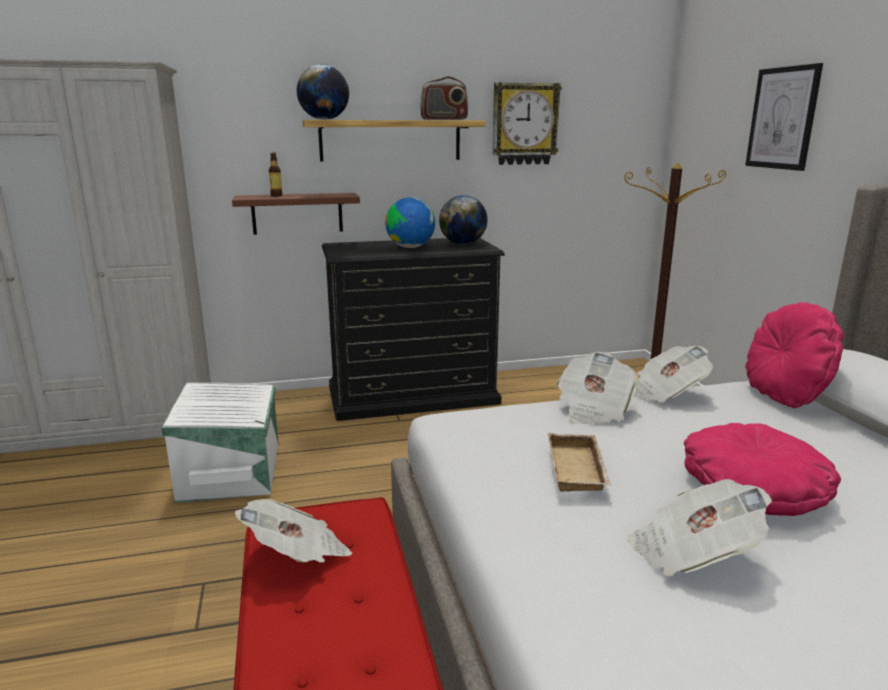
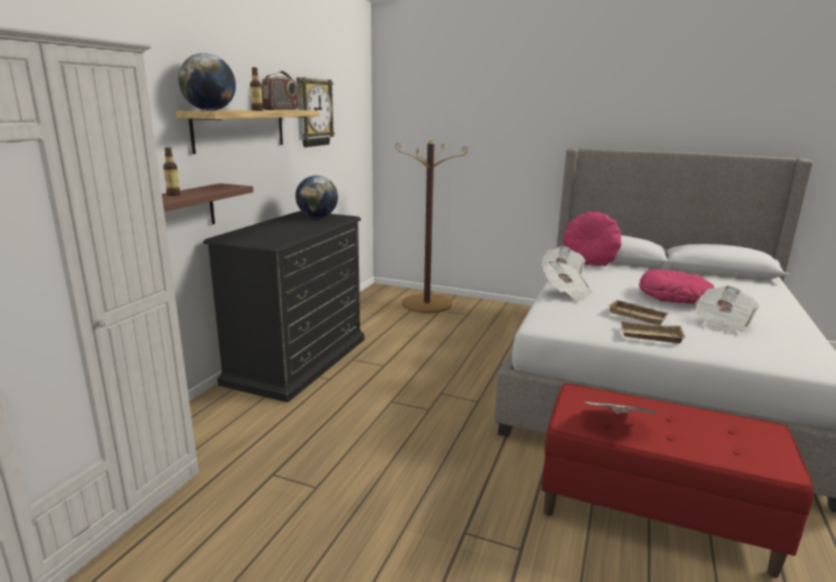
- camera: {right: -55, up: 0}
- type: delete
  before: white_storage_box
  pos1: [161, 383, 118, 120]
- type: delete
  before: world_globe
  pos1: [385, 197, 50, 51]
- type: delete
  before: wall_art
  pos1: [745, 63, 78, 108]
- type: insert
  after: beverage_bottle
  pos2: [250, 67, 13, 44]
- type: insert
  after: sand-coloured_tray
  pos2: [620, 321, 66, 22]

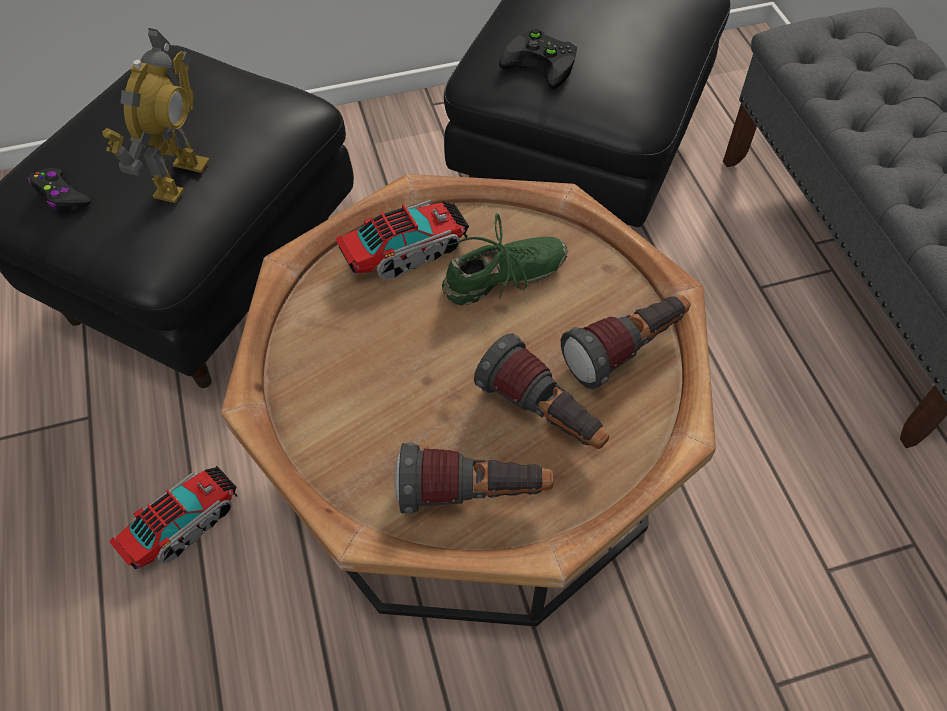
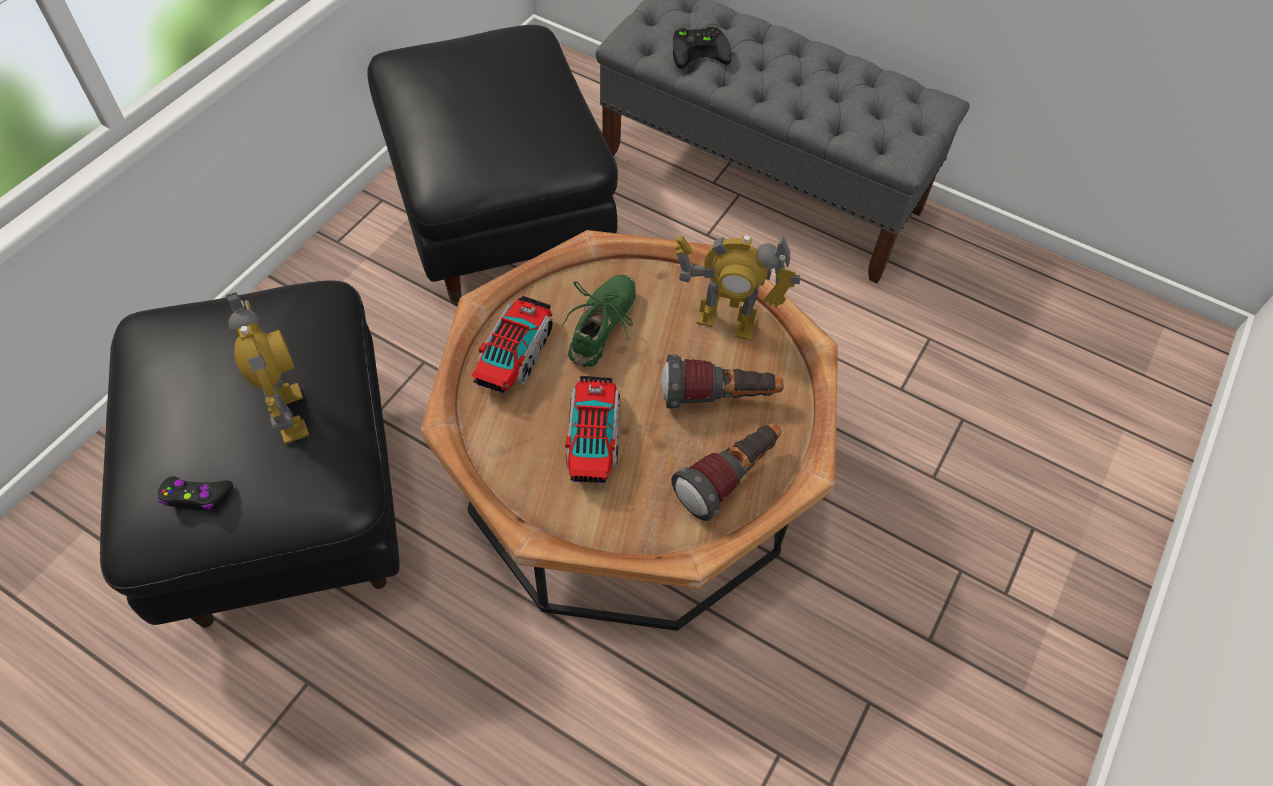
- camera: {right: -45, up: 0}
- type: move
  before: model_truck
  pos1: [110, 466, 127, 103]
  pos2: [565, 375, 55, 108]
- type: move
  before: blackish_joypad
  pos1: [499, 28, 78, 61]
  pos2: [673, 27, 58, 41]
- type: replace
  before: torch
  after: robot_figure
  pos1: [561, 295, 129, 95]
  pos2: [675, 235, 125, 106]

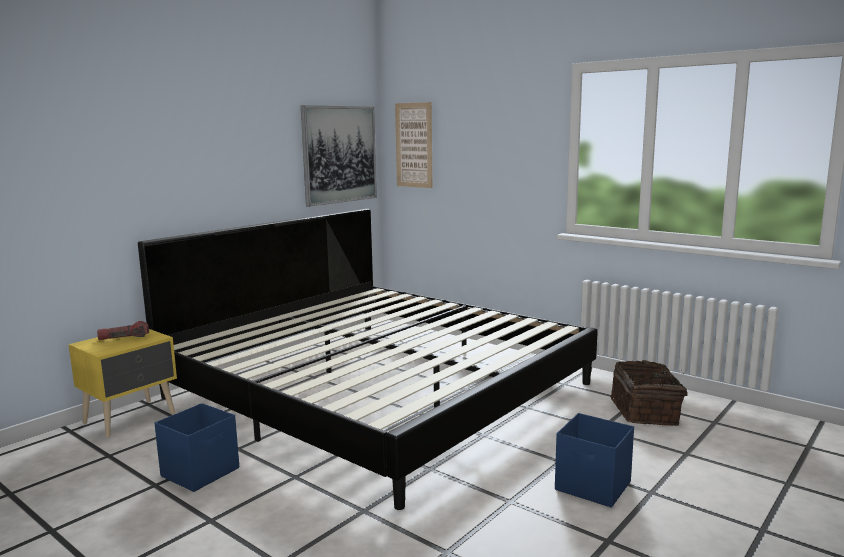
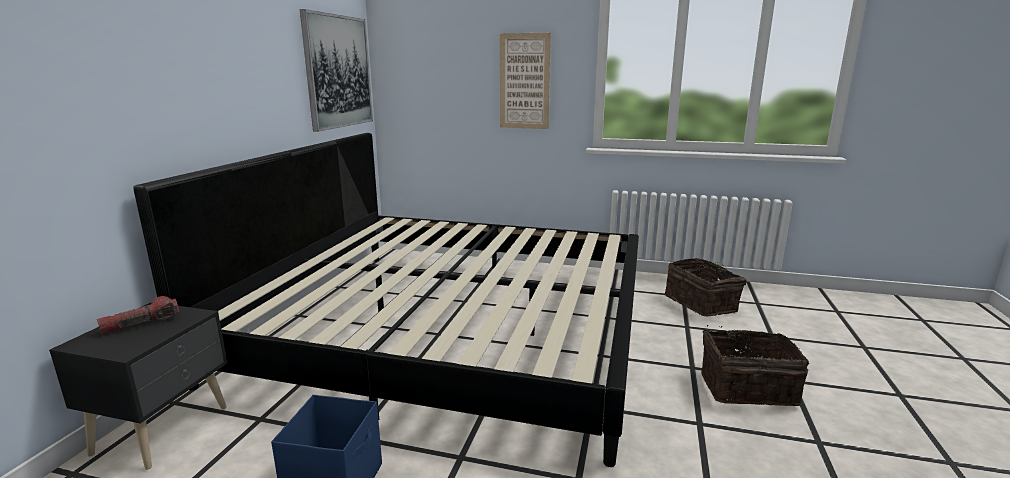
- camera: {right: -25, up: 5}
- type: move
  before: wall_art
  pos1: [395, 102, 37, 86]
  pos2: [500, 33, 51, 96]
- type: replace
  before: blue_storage_box
  after: household_basket
  pos1: [555, 413, 79, 95]
  pos2: [701, 325, 108, 81]
- type: recolor
  before: yellow_night_table
  after: blackish_night_table
  pos1: [68, 329, 109, 109]
  pos2: [49, 302, 179, 168]

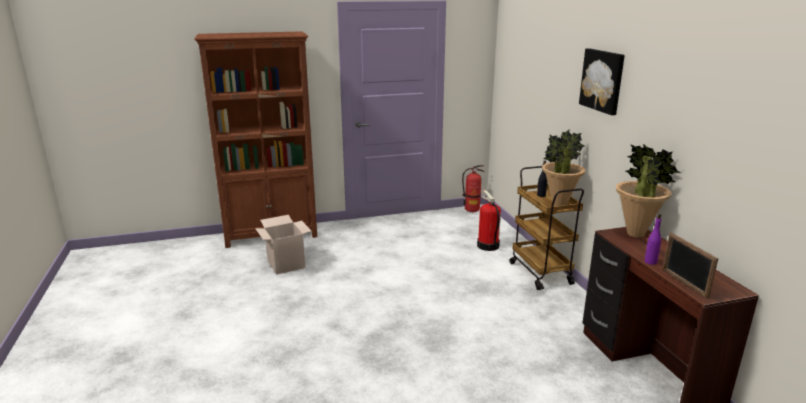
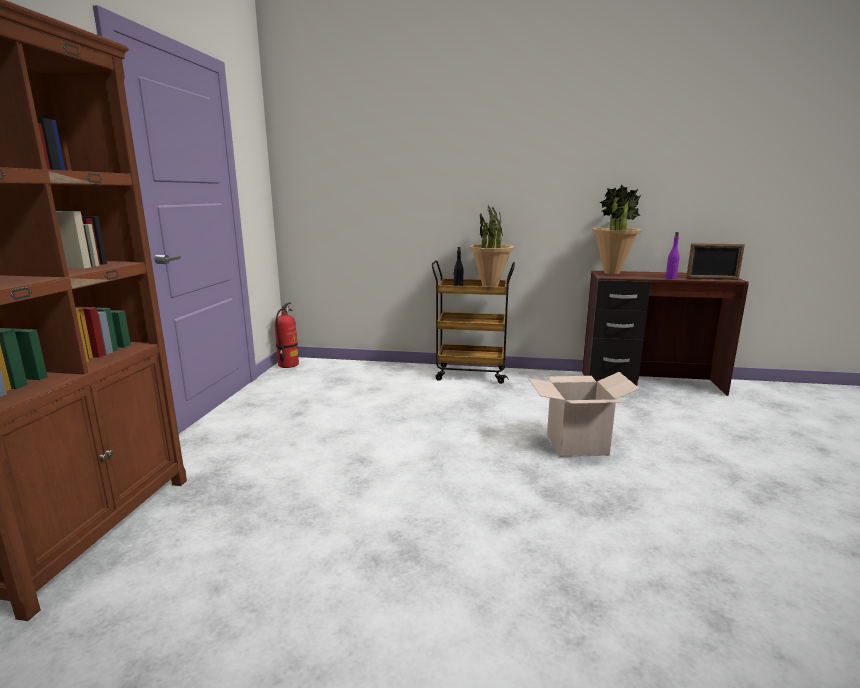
- camera: {right: -65, up: -5}
- type: delete
  before: extinguisher
  pos1: [477, 190, 24, 61]
- type: delete
  before: wall_art
  pos1: [579, 48, 46, 67]
- type: move
  before: carton
  pos1: [255, 215, 56, 60]
  pos2: [528, 372, 112, 85]

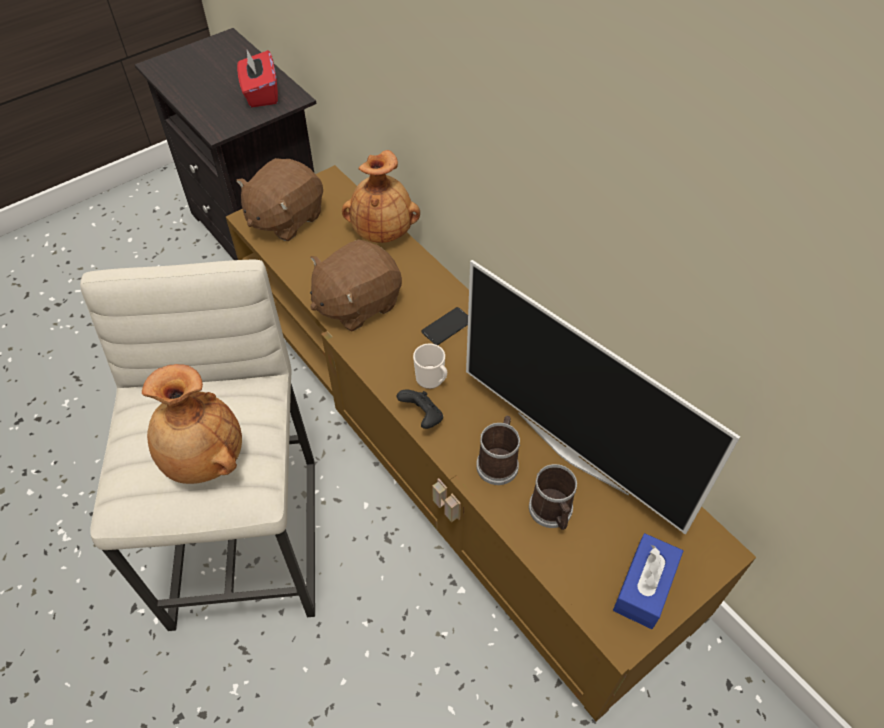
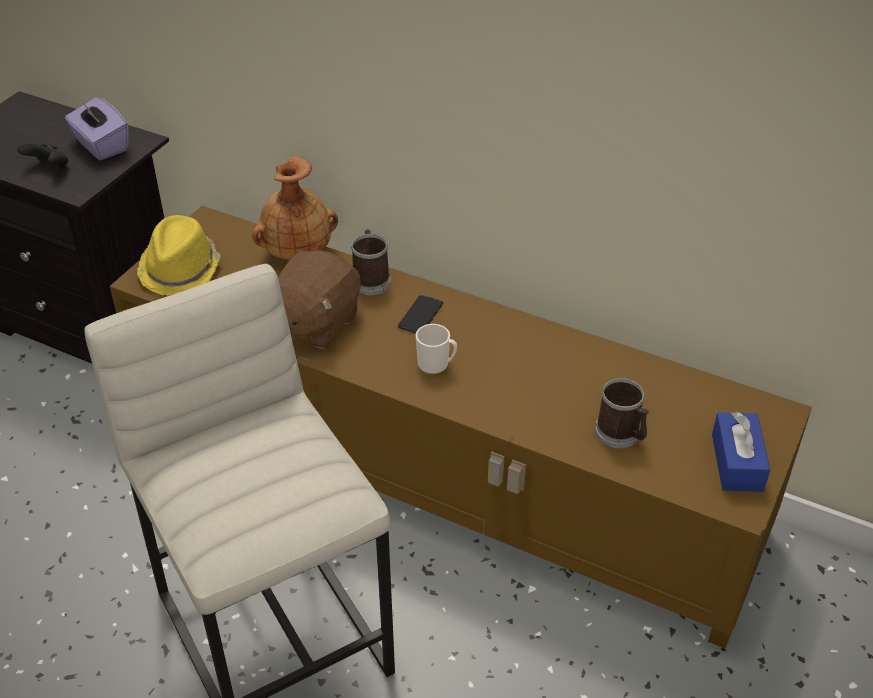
- camera: {right: -25, up: -10}
- type: delete
  before: brown-coloured_vase
  pos1: [142, 364, 100, 120]
- type: delete
  before: television
  pos1: [466, 260, 274, 275]
- type: move
  before: blackish_joypad
  pos1: [397, 390, 46, 39]
  pos2: [17, 143, 51, 26]
- type: move
  before: tea_mug
  pos1: [476, 416, 44, 69]
  pos2: [351, 229, 40, 66]
- type: replace
  before: brown-coloured_cuddly_toy
  after: yellow_clothing_hat
  pos1: [236, 158, 87, 83]
  pos2: [137, 215, 84, 81]
- type: recolor
  before: reddish_tissue_box
  after: purple_tissue_box
  pos1: [237, 50, 41, 57]
  pos2: [65, 97, 64, 63]

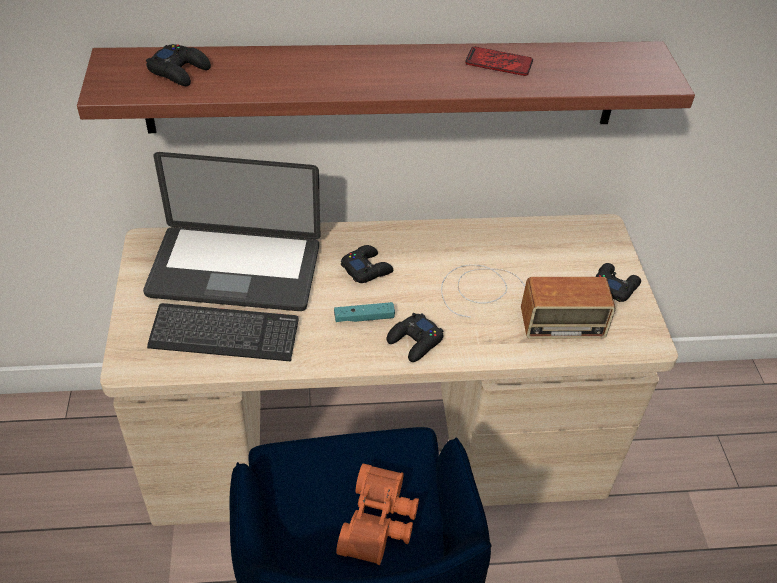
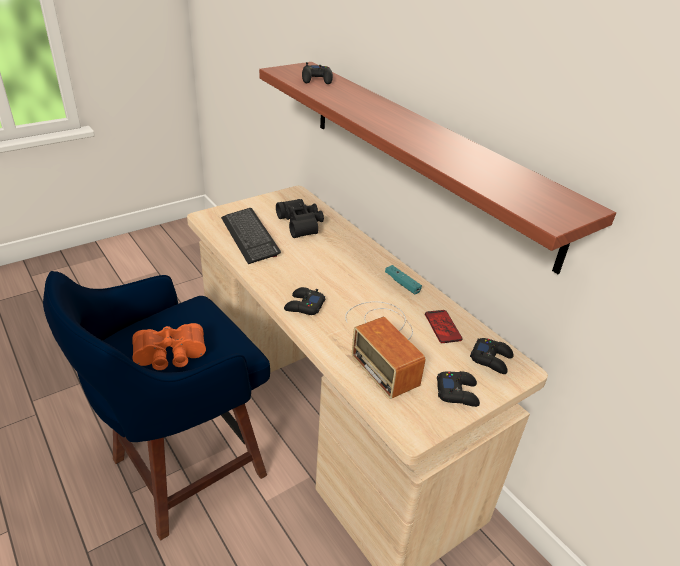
- camera: {right: 60, up: -10}
- type: move
  before: blue-green_joypad
  pos1: [334, 302, 61, 20]
  pos2: [385, 265, 37, 29]
- type: move
  before: blackish_joypad
  pos1: [341, 245, 52, 38]
  pos2: [470, 338, 43, 36]
- type: move
  before: telephone
  pos1: [465, 47, 68, 29]
  pos2: [425, 310, 38, 33]
- type: replace
  before: laptop
  after: blackish_pair_of_binoculars
  pos1: [143, 152, 177, 159]
  pos2: [276, 199, 48, 39]

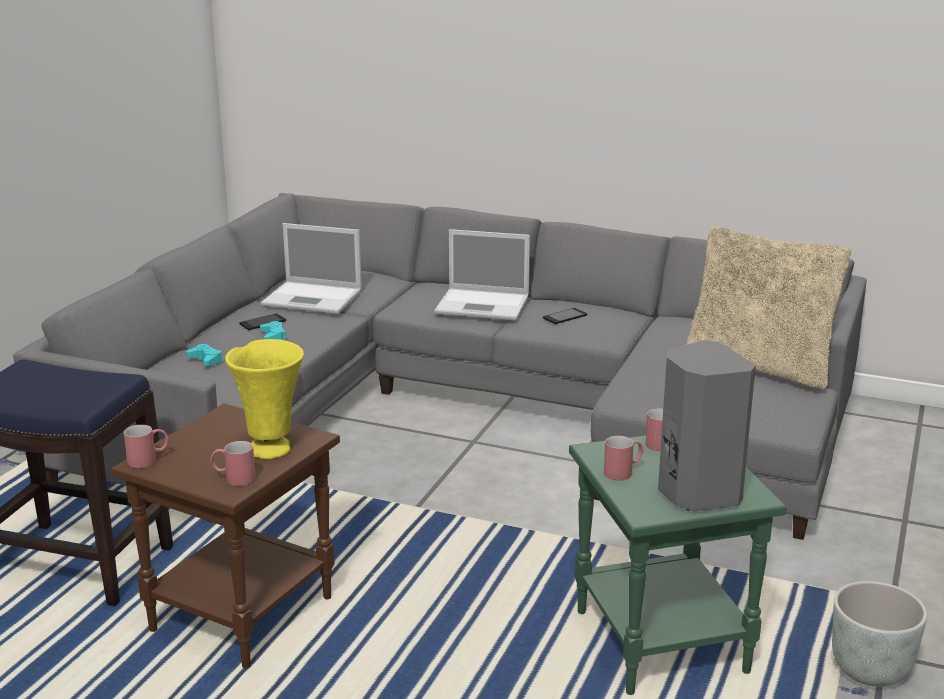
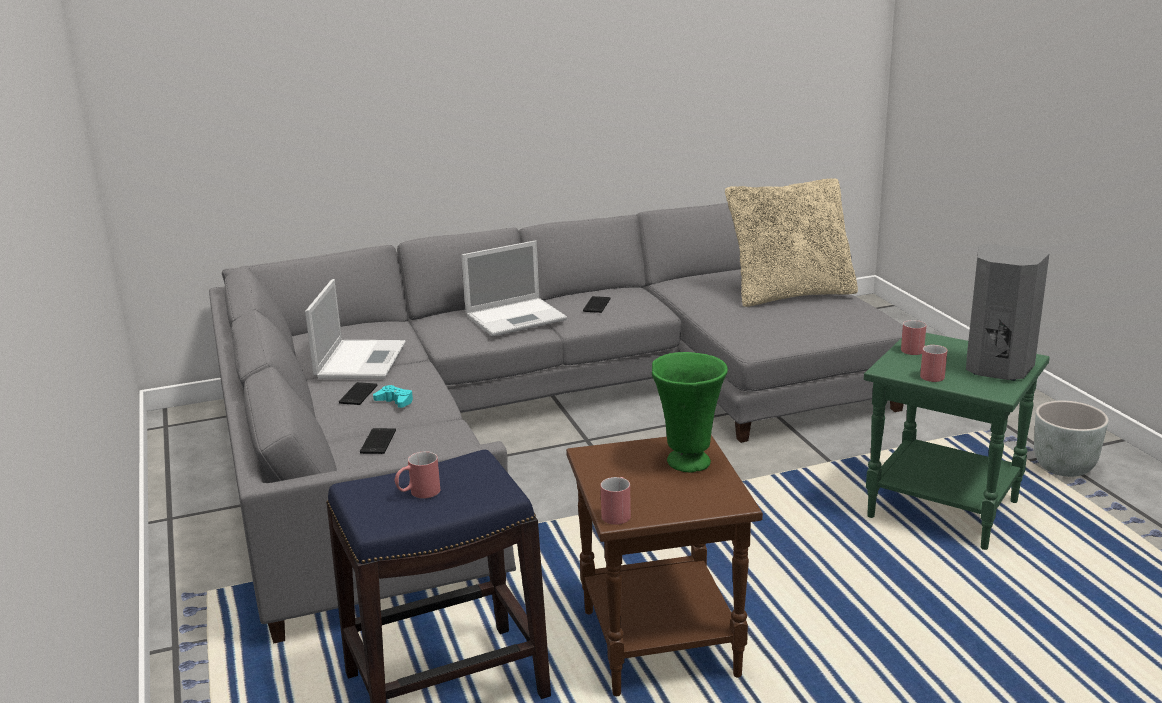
- camera: {right: -40, up: 0}
- type: move
  before: reddish_tea_mug
  pos1: [211, 441, 45, 45]
  pos2: [395, 451, 45, 48]
- type: replace
  before: blue-green_joypad
  after: telephone
  pos1: [186, 344, 37, 22]
  pos2: [360, 428, 36, 26]
- type: recolor
  before: yellow_vase
  after: greenish_vase
  pos1: [225, 339, 79, 120]
  pos2: [652, 352, 76, 120]
- type: rotate
  before: laptop
  pos1: [261, 223, 101, 91]
  pos2: [305, 279, 101, 100]
  turn: -60

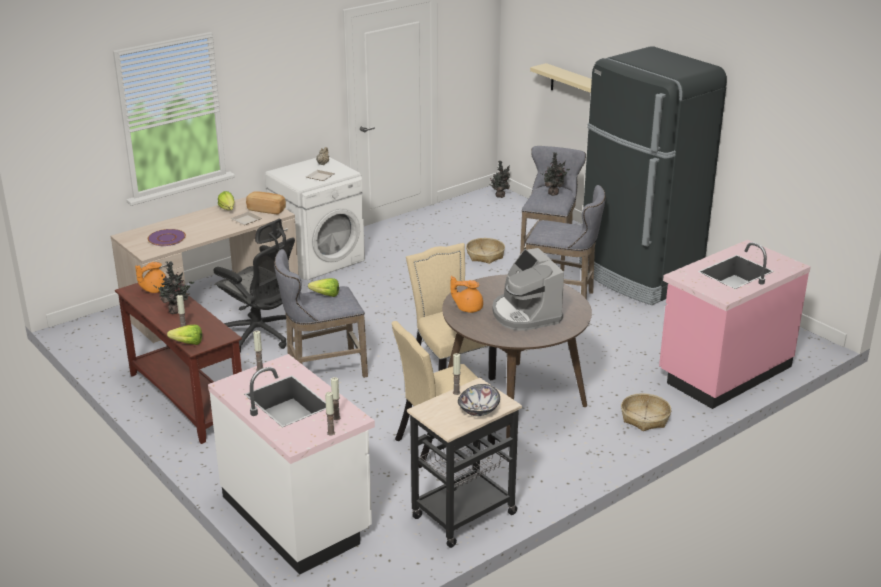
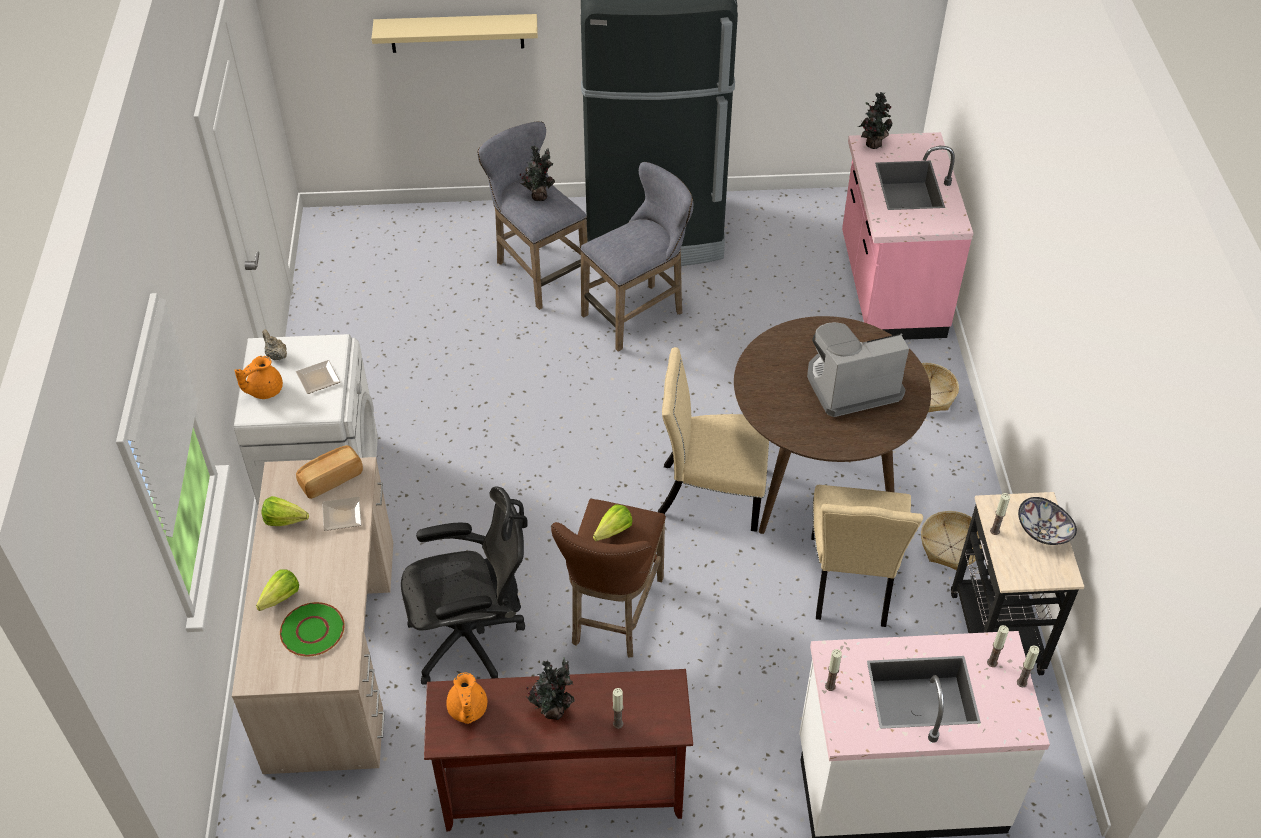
- camera: {right: -55, up: 20}
- type: move
  before: lettuce_head
  pos1: [167, 325, 35, 20]
  pos2: [256, 569, 43, 42]
- type: move
  before: orange_pot_for_tea
  pos1: [450, 276, 33, 37]
  pos2: [234, 356, 49, 43]
- type: move
  before: household_basket
  pos1: [466, 238, 39, 26]
  pos2: [921, 511, 61, 59]
- type: move
  before: houseplant
  pos1: [490, 160, 20, 38]
  pos2: [858, 92, 34, 57]
- type: recolor
  before: purple_dinner_plate
  after: greenish_dinner_plate
  pos1: [148, 229, 38, 17]
  pos2: [280, 602, 65, 54]
- type: recolor
  before: greyish_sitting_stool
  after: brown-coloured_sitting_stool
  pos1: [274, 249, 94, 129]
  pos2: [551, 499, 115, 159]
- type: rotate
  before: coffee_brewer
  pos1: [492, 248, 72, 83]
  pos2: [807, 322, 102, 95]
  turn: 150

